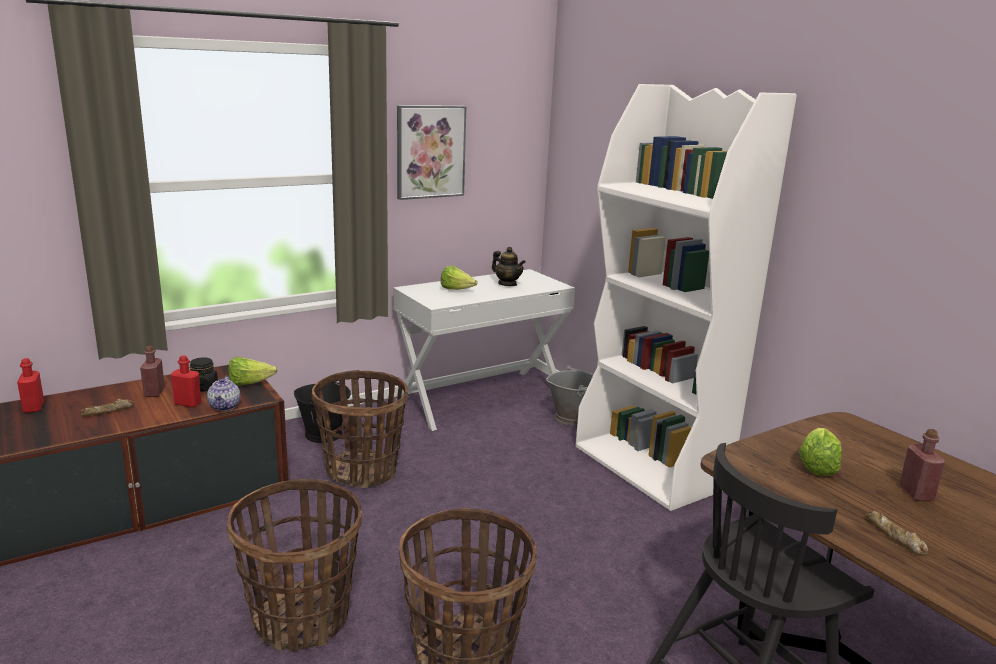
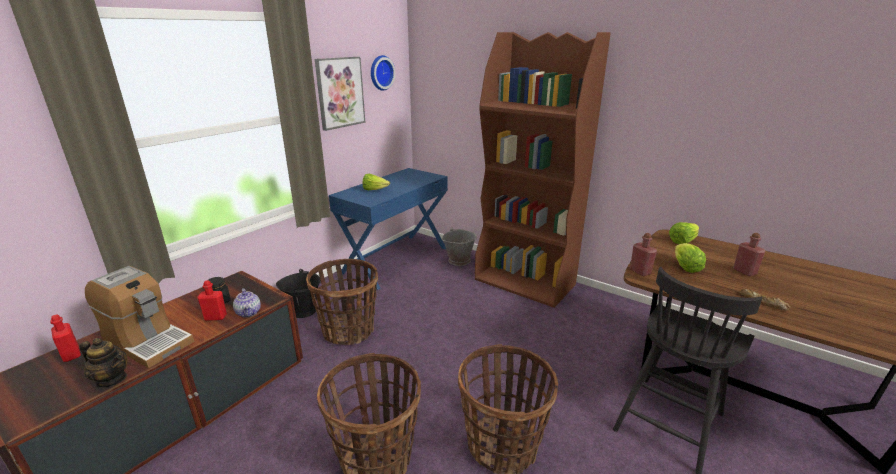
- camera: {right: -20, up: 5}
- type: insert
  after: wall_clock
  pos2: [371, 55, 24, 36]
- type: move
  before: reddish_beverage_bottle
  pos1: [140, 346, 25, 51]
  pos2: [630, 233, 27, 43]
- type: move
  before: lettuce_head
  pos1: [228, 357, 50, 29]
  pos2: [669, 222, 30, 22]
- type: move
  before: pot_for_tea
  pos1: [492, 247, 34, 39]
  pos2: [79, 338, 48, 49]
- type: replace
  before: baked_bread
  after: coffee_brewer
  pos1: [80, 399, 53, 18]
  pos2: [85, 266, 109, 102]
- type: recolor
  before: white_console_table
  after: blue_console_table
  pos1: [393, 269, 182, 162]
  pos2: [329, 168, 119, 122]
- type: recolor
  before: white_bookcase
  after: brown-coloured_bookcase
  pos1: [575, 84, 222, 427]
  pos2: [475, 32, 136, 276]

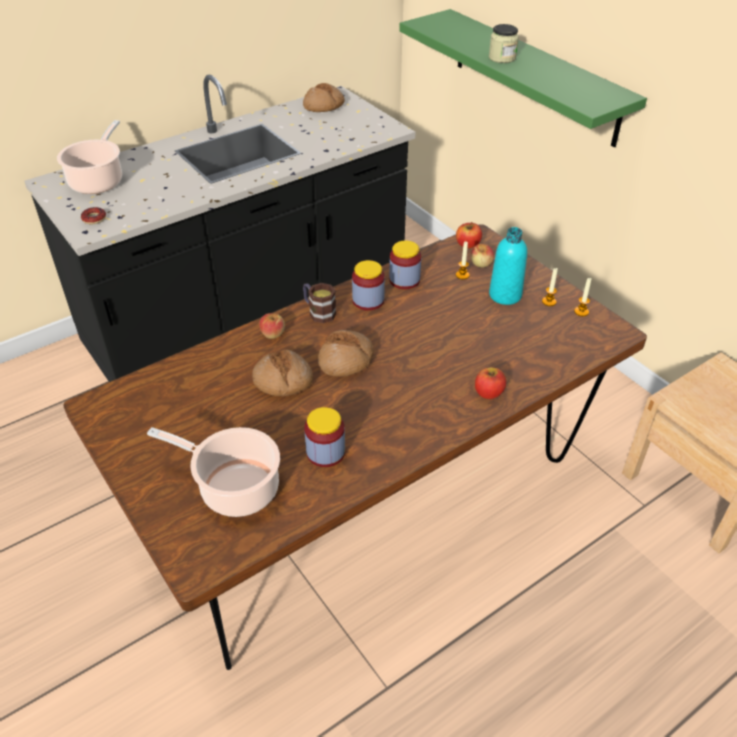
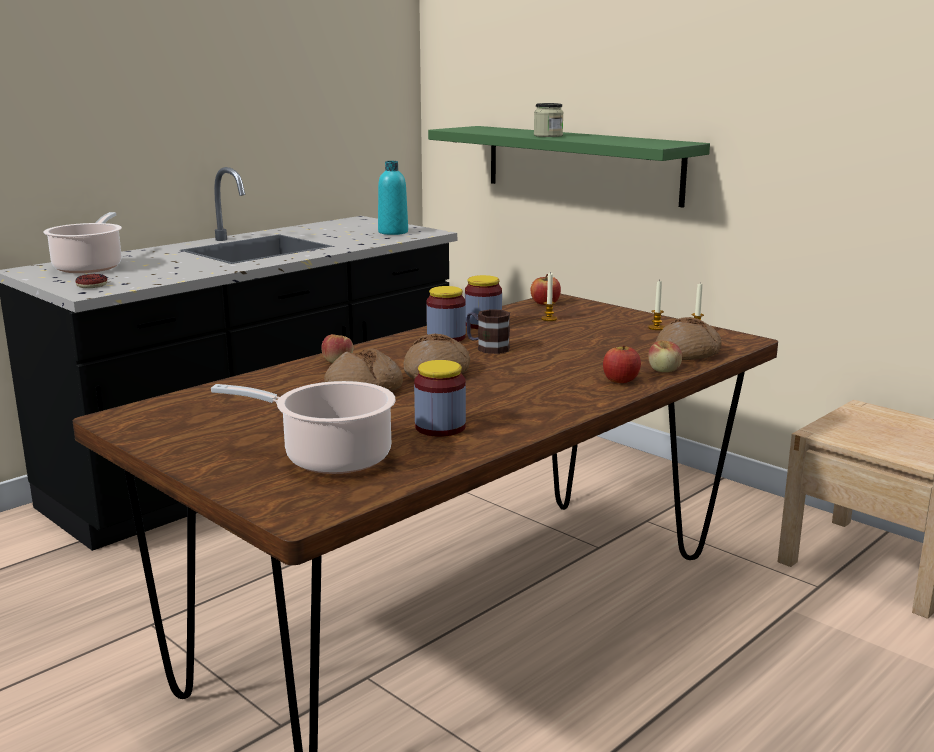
- camera: {right: -10, up: -25}
- type: move
  before: baked_bread
  pos1: [303, 83, 42, 29]
  pos2: [656, 317, 66, 43]
- type: move
  before: tea_mug
  pos1: [303, 283, 33, 40]
  pos2: [466, 309, 44, 45]
- type: move
  before: apple
  pos1: [471, 244, 23, 23]
  pos2: [648, 340, 34, 32]
- type: move
  before: blue-green_beverage_bottle
  pos1: [489, 227, 38, 78]
  pos2: [378, 161, 30, 74]

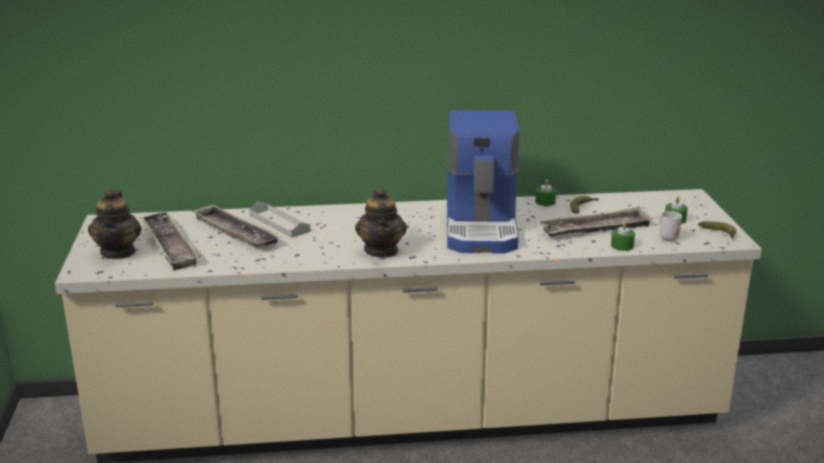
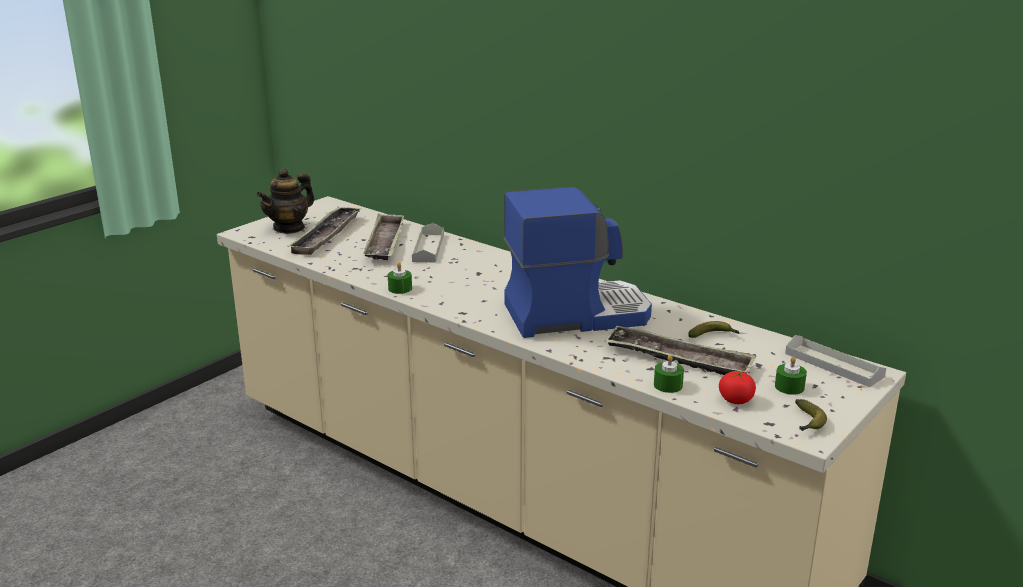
- camera: {right: 45, up: 0}
- type: delete
  before: pot_for_tea
  pos1: [355, 187, 52, 71]
- type: insert
  after: greyish_tray
  pos2: [785, 335, 101, 52]
- type: move
  before: greenish_wax_candle
  pos1: [535, 179, 21, 27]
  pos2: [388, 262, 24, 32]
- type: replace
  before: tea_mug
  after: tomato
  pos1: [658, 211, 24, 30]
  pos2: [719, 371, 37, 33]
- type: rotate
  before: coffee_brewer
  pos1: [447, 110, 72, 144]
  pos2: [503, 186, 149, 152]
  turn: -150

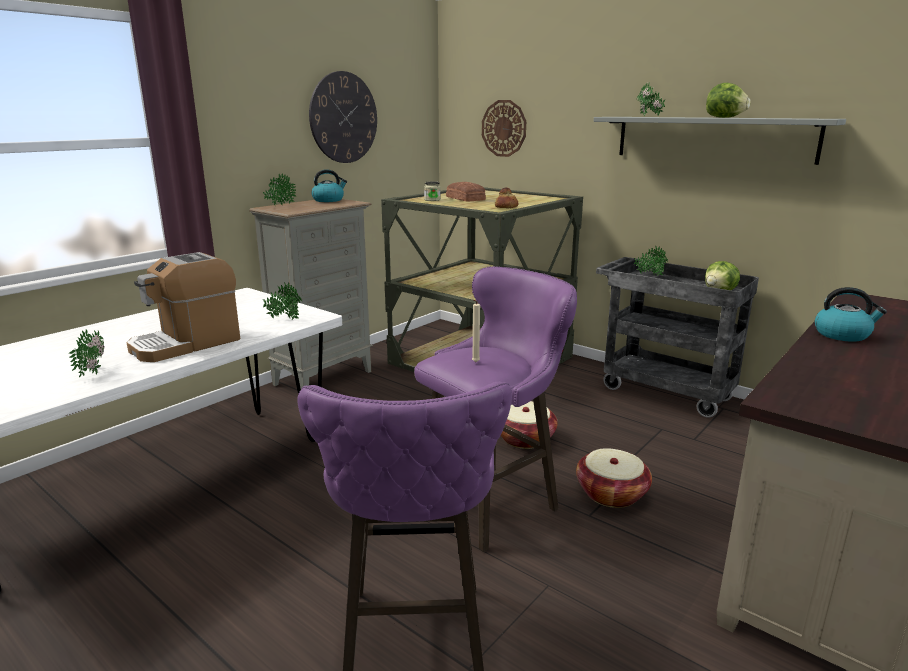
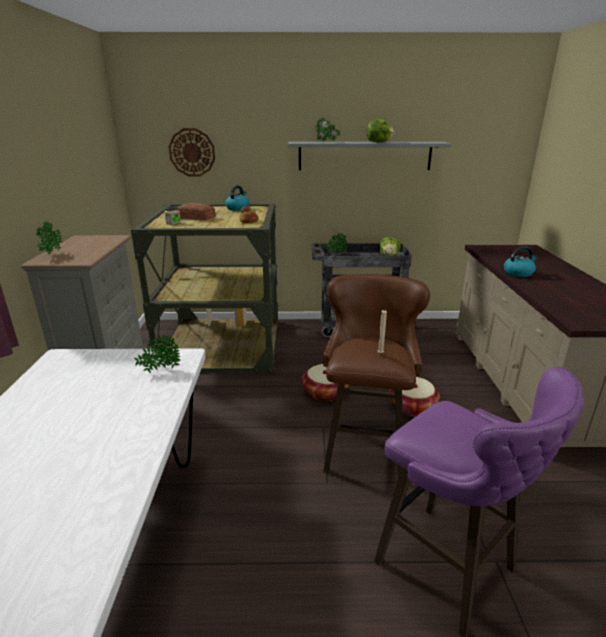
- camera: {right: -40, up: 5}
- type: delete
  before: houseplant
  pos1: [69, 329, 36, 48]
- type: delete
  before: coffee_brewer
  pos1: [127, 252, 113, 110]
- type: delete
  before: wall_clock
  pos1: [309, 71, 68, 92]
- type: move
  before: kettle
  pos1: [311, 169, 36, 33]
  pos2: [225, 185, 25, 26]
- type: recolor
  before: purple_sitting_stool
  after: brown-coloured_sitting_stool
  pos1: [414, 266, 163, 286]
  pos2: [323, 274, 107, 203]

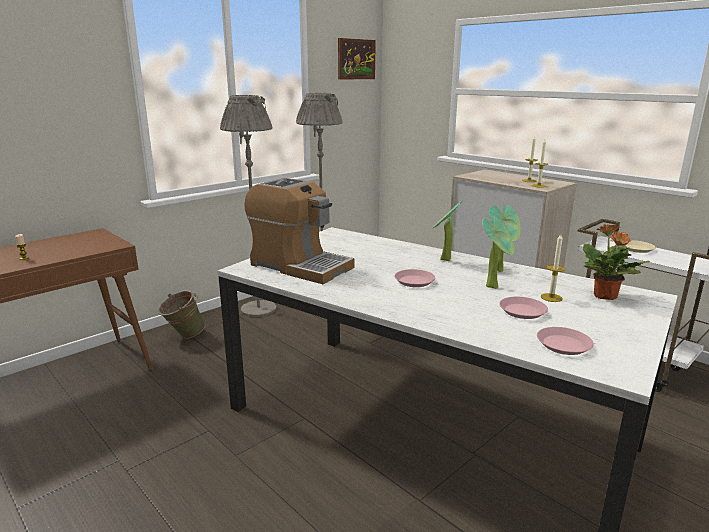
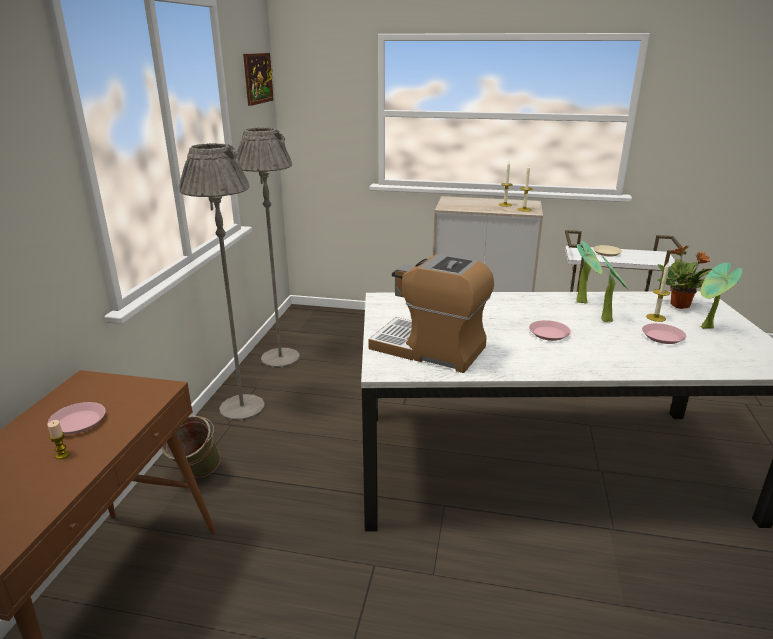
- camera: {right: -35, up: 5}
- type: move
  before: houseplant
  pos1: [433, 201, 29, 60]
  pos2: [700, 263, 42, 66]
- type: move
  before: pinkish_dinner_plate
  pos1: [537, 327, 57, 28]
  pos2: [47, 402, 59, 32]
- type: rotate
  before: coffee_brewer
  pos1: [244, 178, 111, 106]
  pos2: [368, 254, 126, 119]
  turn: -150

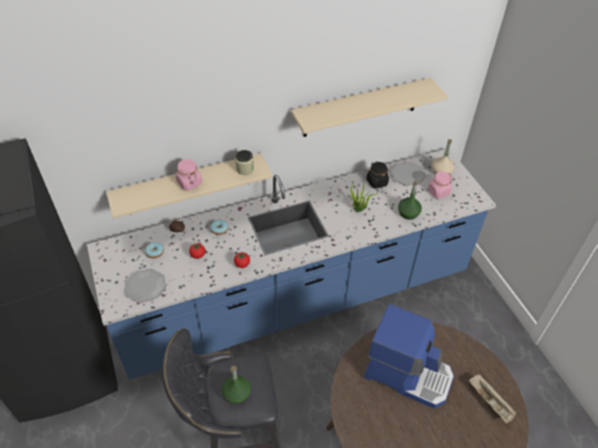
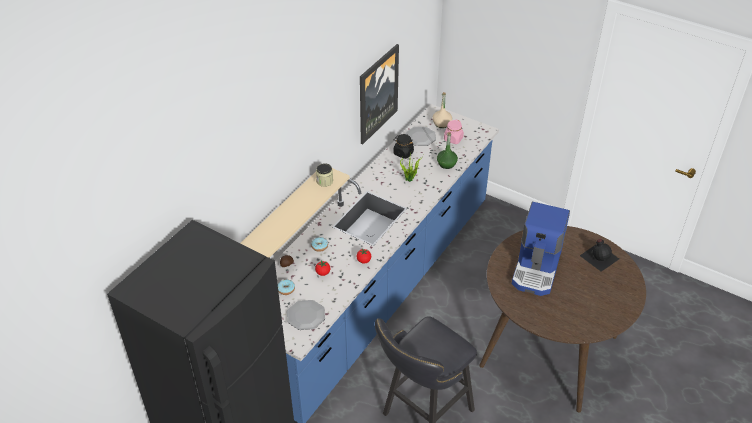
- camera: {right: -35, up: -5}
- type: delete
  before: pinkish_preserve_jar
  pos1: [176, 159, 26, 32]
- type: delete
  before: greenish_beverage_bottle
  pos1: [222, 366, 29, 38]
- type: replace
  before: sand-coloured_wall_shelf
  after: wall_art
  pos1: [291, 78, 157, 59]
  pos2: [360, 44, 39, 100]
- type: replace
  before: sand-coloured_tray
  after: blackish_beverage_bottle
  pos1: [469, 374, 48, 50]
  pos2: [580, 239, 39, 33]
- type: rotate
  before: coffee_brewer
  pos1: [364, 303, 90, 106]
  pos2: [512, 202, 58, 94]
  turn: 120

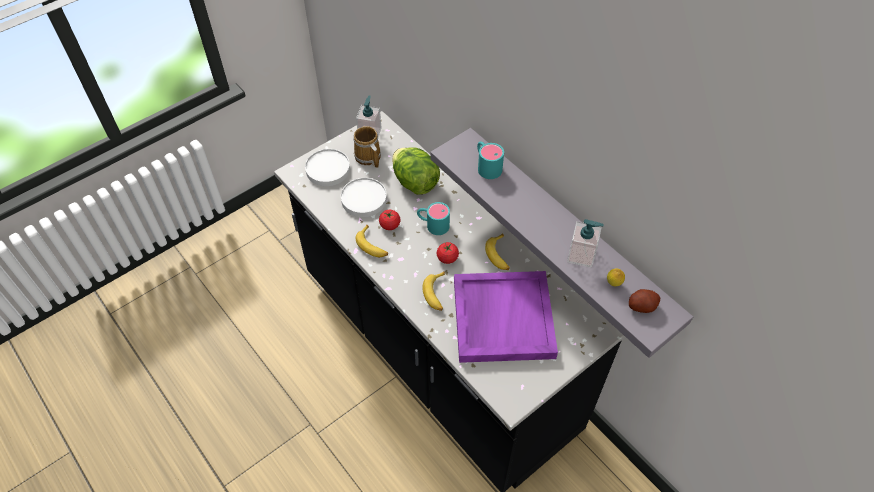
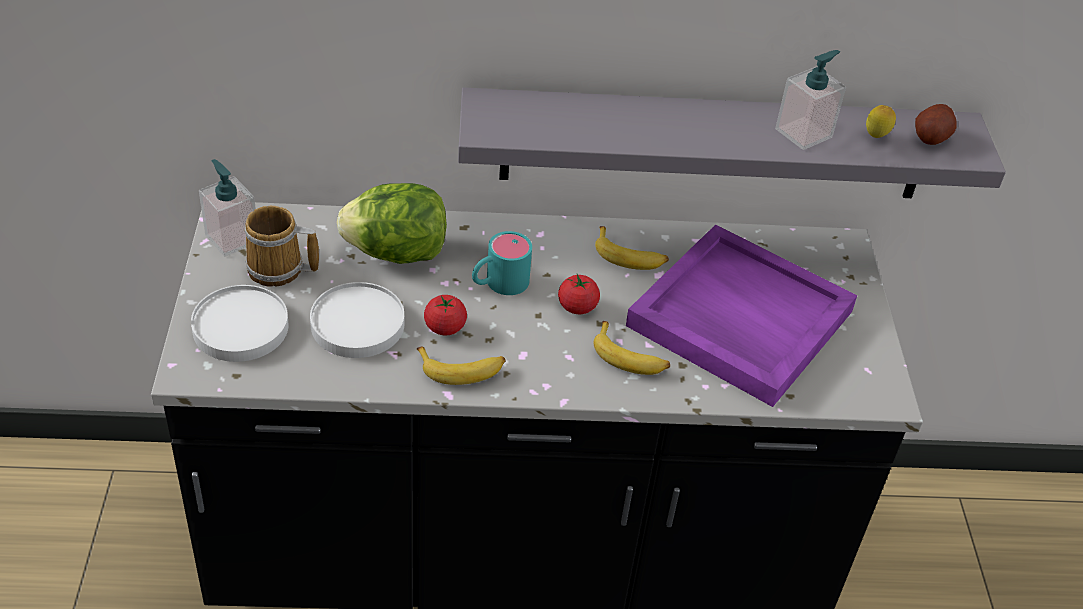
- camera: {right: -55, up: -10}
- type: delete
  before: blue-green_tea_mug
  pos1: [477, 142, 27, 37]

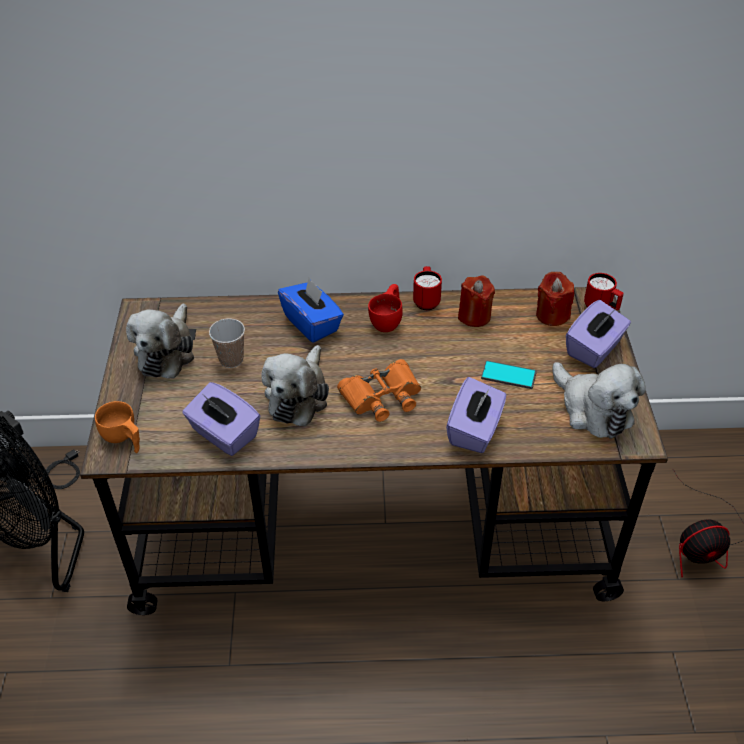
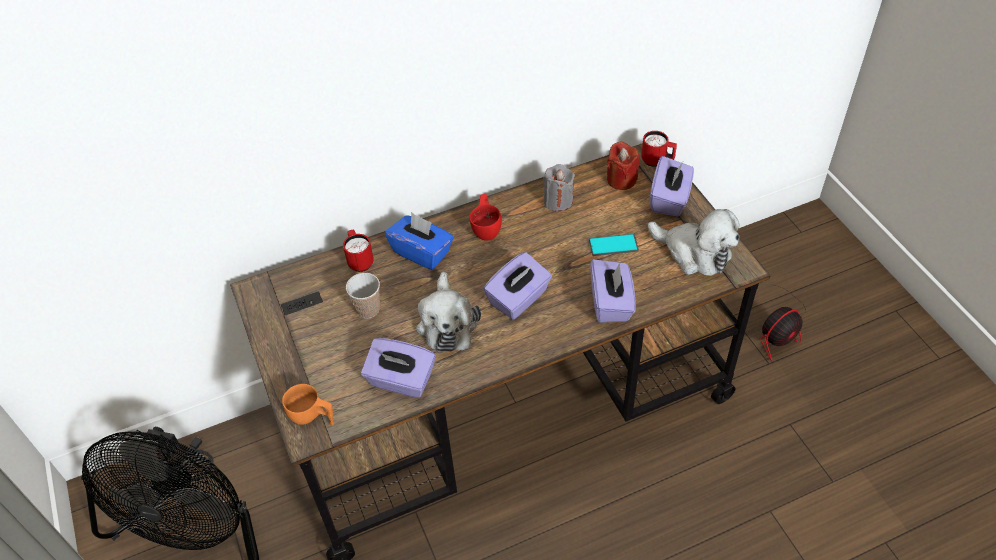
- camera: {right: -20, up: 5}
- type: delete
  before: cuddly_toy
  pos1: [126, 304, 68, 75]
- type: move
  before: reddish_tea_mug
  pos1: [413, 266, 29, 44]
  pos2: [343, 230, 31, 42]
- type: replace
  before: orange_pair_of_binoculars
  after: purple_tissue_box
  pos1: [337, 359, 84, 63]
  pos2: [484, 252, 68, 68]
- type: recolor
  before: reddish_wax_candle
  after: greyish_wax_candle
  pos1: [458, 275, 37, 52]
  pos2: [543, 164, 32, 47]

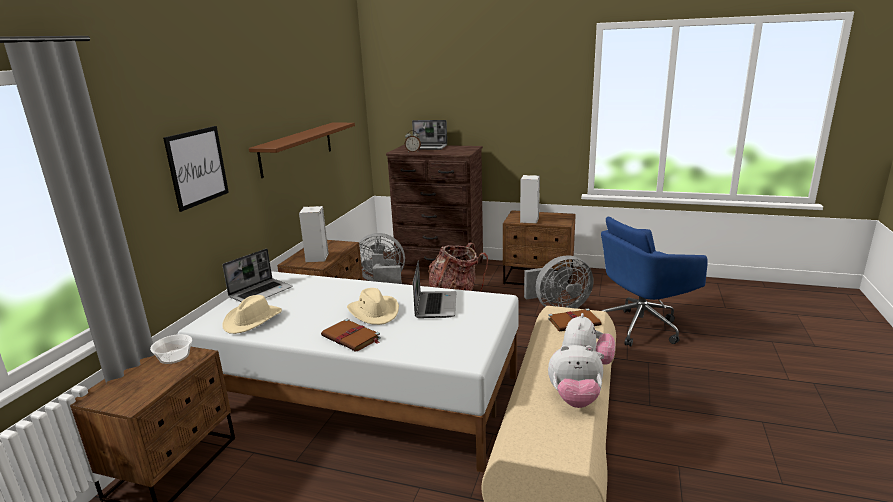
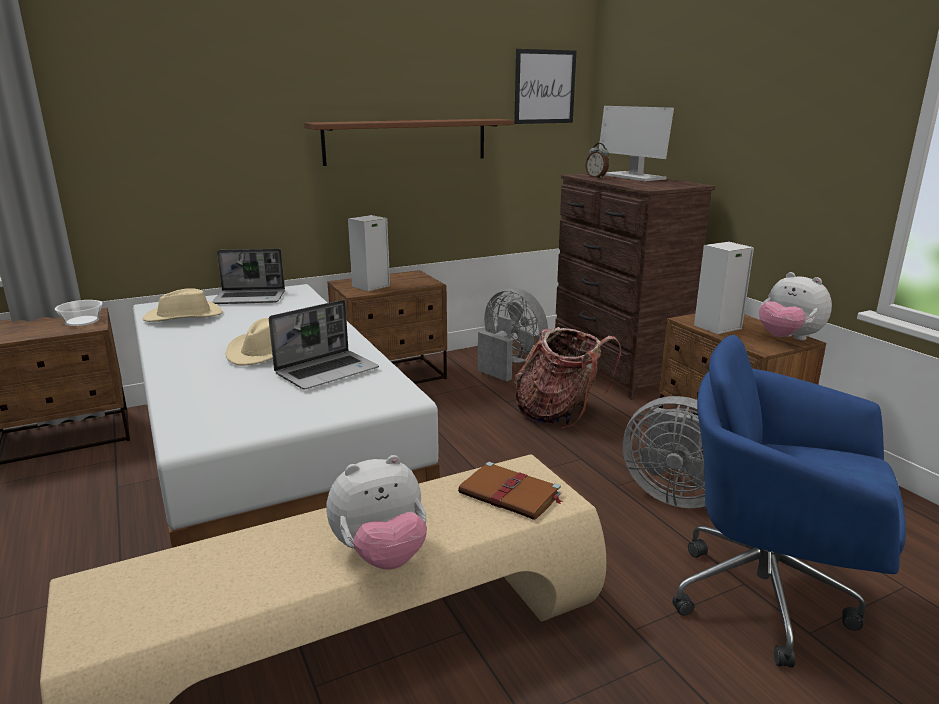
- camera: {right: 45, up: 0}
- type: delete
  before: brown-coloured_book
  pos1: [321, 319, 60, 33]
- type: move
  before: wall_art
  pos1: [163, 126, 66, 86]
  pos2: [514, 49, 62, 75]
- type: move
  before: cuddly_toy
  pos1: [548, 345, 55, 63]
  pos2: [759, 272, 73, 69]
- type: replace
  before: laptop
  after: monitor
  pos1: [412, 120, 35, 30]
  pos2: [599, 106, 75, 75]

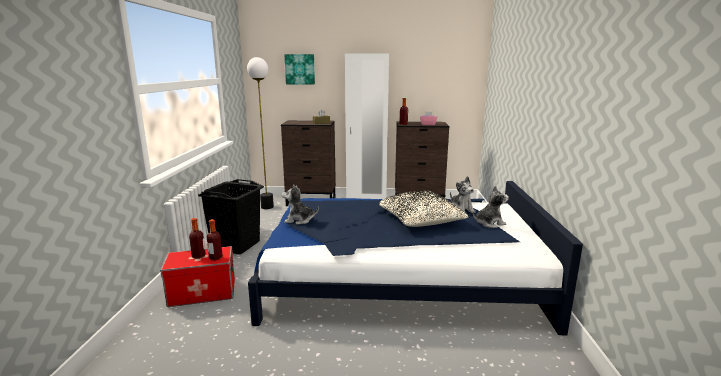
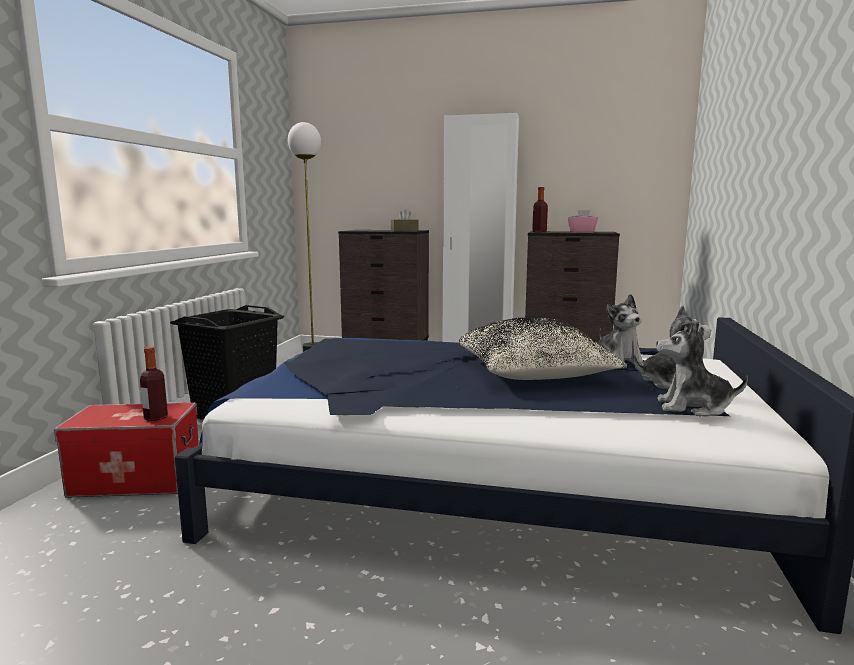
- camera: {right: 10, up: -5}
- type: delete
  before: beverage_bottle
  pos1: [189, 218, 17, 41]
- type: delete
  before: wall_art
  pos1: [284, 54, 31, 31]
- type: move
  before: cuddly_toy
  pos1: [282, 184, 37, 41]
  pos2: [656, 320, 92, 96]

